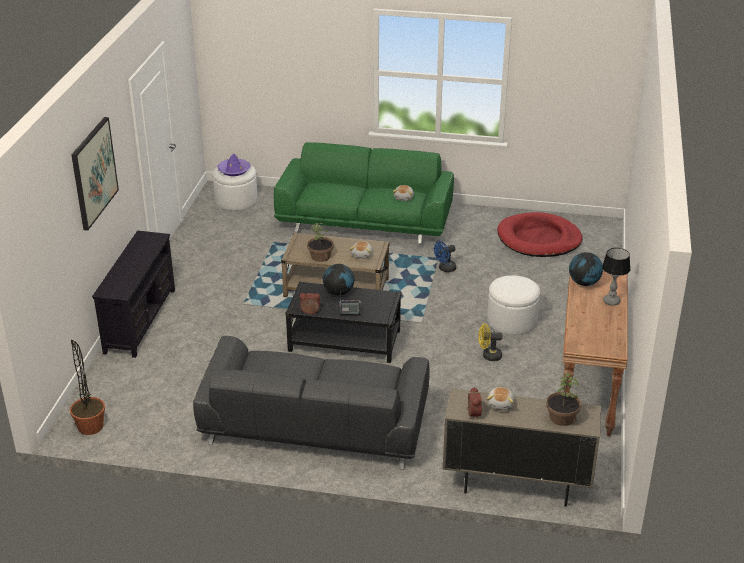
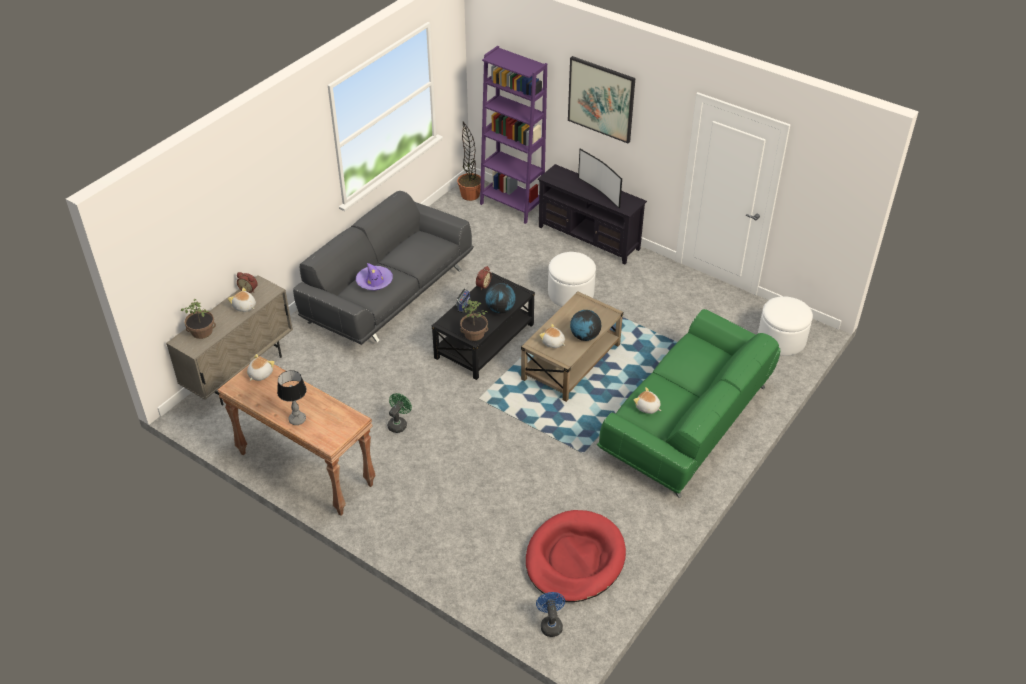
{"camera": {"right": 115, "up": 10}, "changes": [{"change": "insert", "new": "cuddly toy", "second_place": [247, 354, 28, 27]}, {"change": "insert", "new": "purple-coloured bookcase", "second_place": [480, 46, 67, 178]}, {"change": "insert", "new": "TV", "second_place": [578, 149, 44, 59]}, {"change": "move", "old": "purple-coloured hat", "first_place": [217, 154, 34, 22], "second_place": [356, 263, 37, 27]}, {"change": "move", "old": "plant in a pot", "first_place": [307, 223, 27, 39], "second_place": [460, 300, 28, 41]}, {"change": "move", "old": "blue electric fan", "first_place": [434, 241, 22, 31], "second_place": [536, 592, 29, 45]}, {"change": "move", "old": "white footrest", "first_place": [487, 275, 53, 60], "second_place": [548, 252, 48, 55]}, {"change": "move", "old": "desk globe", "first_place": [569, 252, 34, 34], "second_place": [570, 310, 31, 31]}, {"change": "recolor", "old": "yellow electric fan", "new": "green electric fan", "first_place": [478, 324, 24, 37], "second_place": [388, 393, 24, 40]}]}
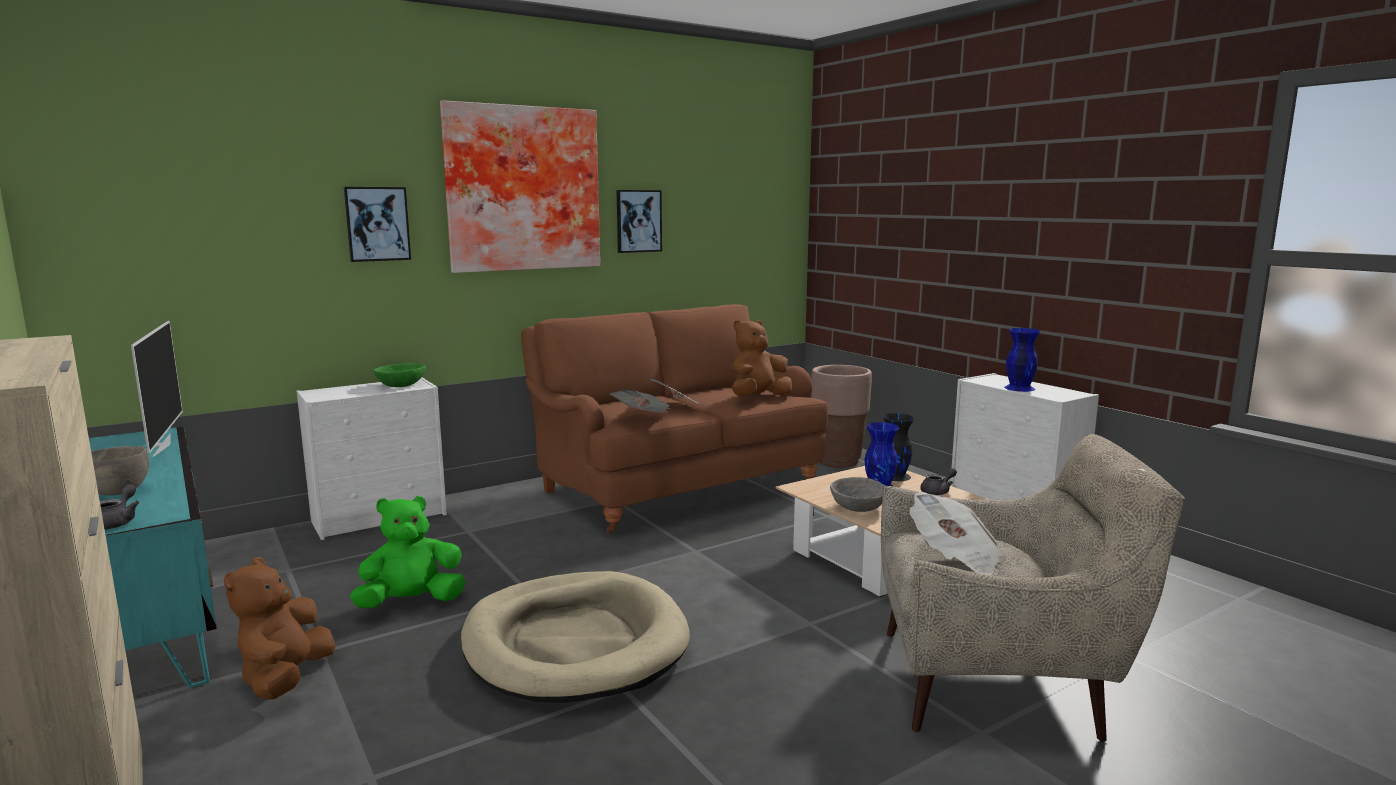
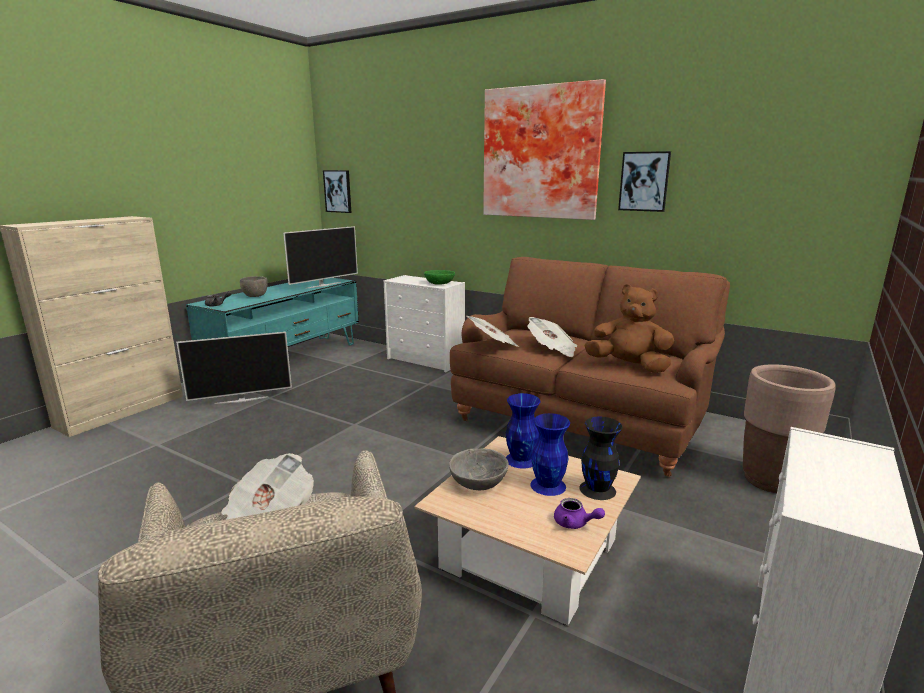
{"camera": {"right": 65, "up": 5}, "changes": [{"change": "delete", "old": "green cuddly toy", "first_place": [350, 496, 115, 112]}, {"change": "delete", "old": "sand-coloured dog bed", "first_place": [461, 571, 229, 132]}, {"change": "move", "old": "picture", "first_place": [344, 187, 67, 75], "second_place": [323, 170, 28, 43]}, {"change": "move", "old": "blue decorative vase", "first_place": [1004, 328, 36, 64], "second_place": [506, 393, 34, 75]}, {"change": "replace", "old": "brown-coloured cuddly toy", "new": "TV", "first_place": [224, 557, 112, 143], "second_place": [176, 332, 116, 72]}, {"change": "recolor", "old": "grey pot for tea", "new": "purple-coloured pot for tea", "first_place": [920, 468, 37, 27], "second_place": [554, 498, 51, 31]}]}
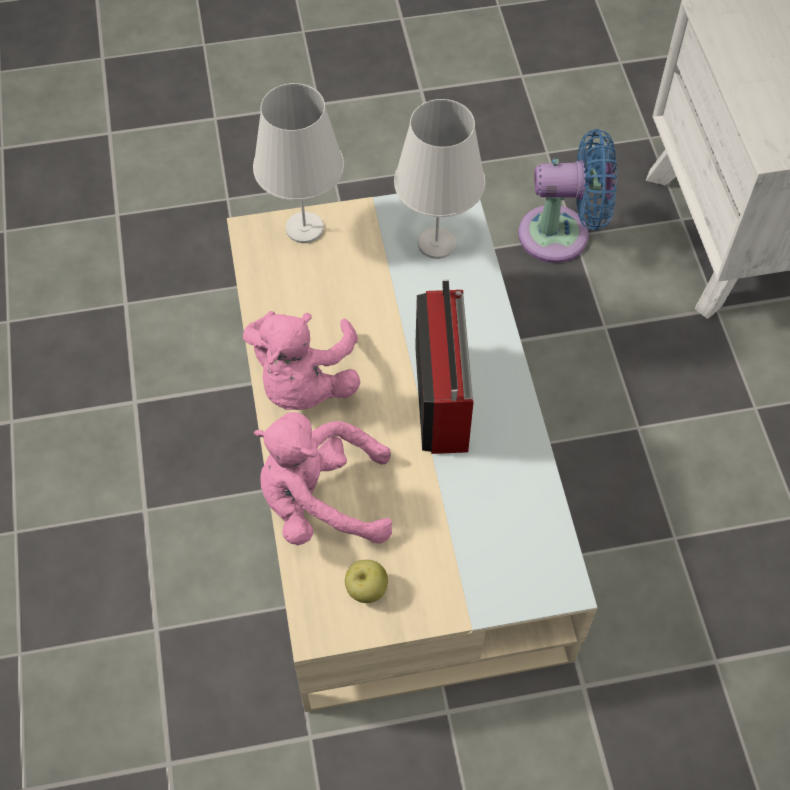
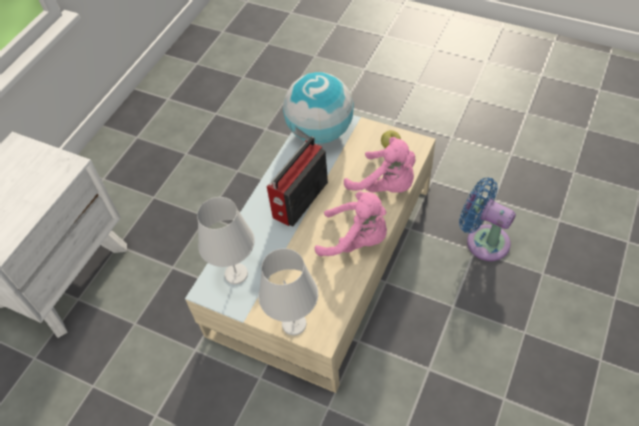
{"camera": {"right": -140, "up": -5}, "changes": [{"change": "insert", "new": "desk globe", "second_place": [283, 72, 71, 72]}, {"change": "move", "old": "blue electric fan", "first_place": [518, 129, 99, 134], "second_place": [459, 178, 57, 83]}, {"change": "rotate", "old": "pink cuddly toy", "first_place": [243, 311, 118, 99], "second_place": [315, 191, 72, 65], "degrees": 60}]}
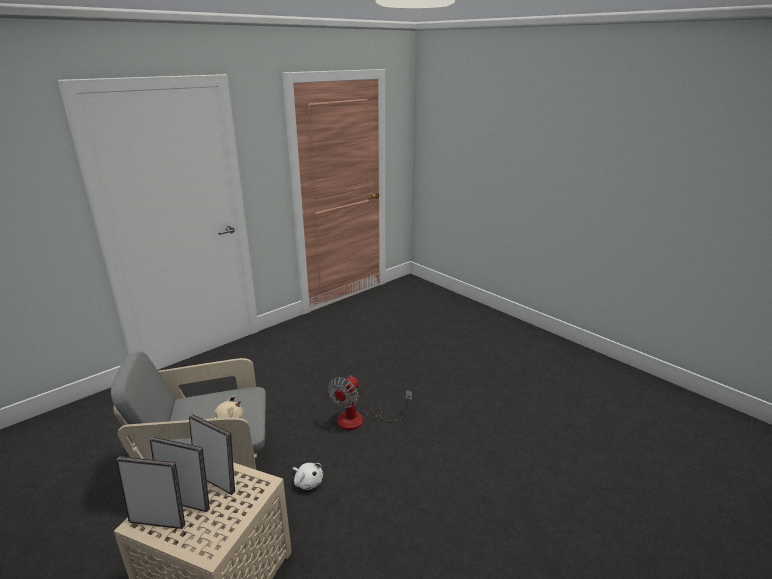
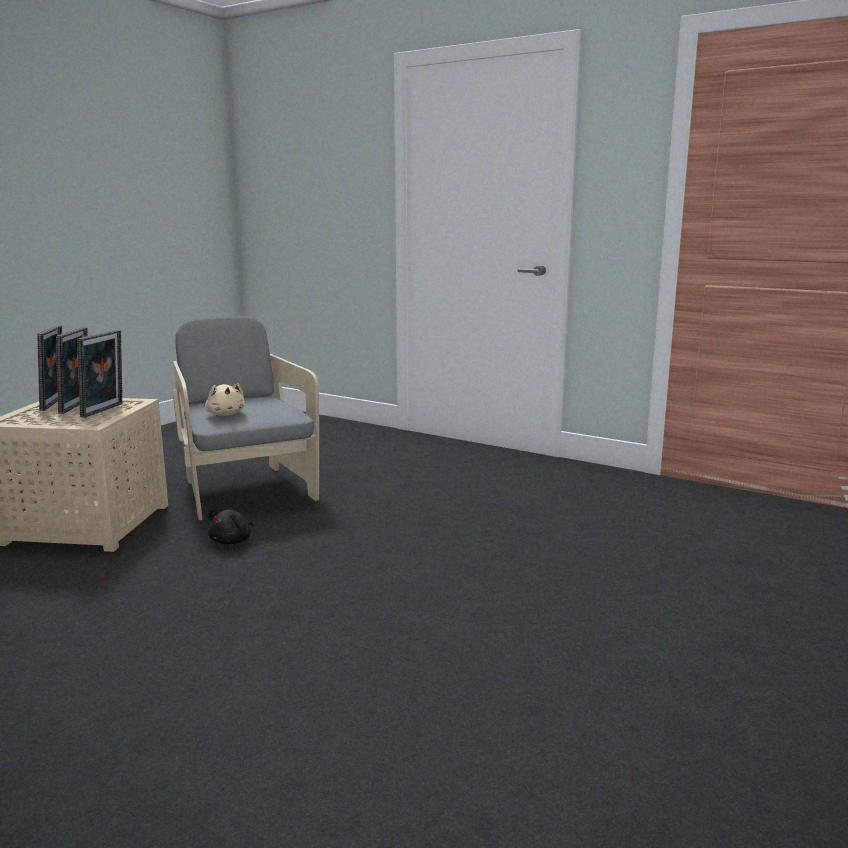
{"camera": {"right": 75, "up": -10}, "changes": [{"change": "delete", "old": "electric fan", "first_place": [328, 376, 84, 54]}, {"change": "recolor", "old": "white cuddly toy", "new": "black-coloured cuddly toy", "first_place": [293, 463, 30, 27], "second_place": [208, 509, 45, 35]}]}
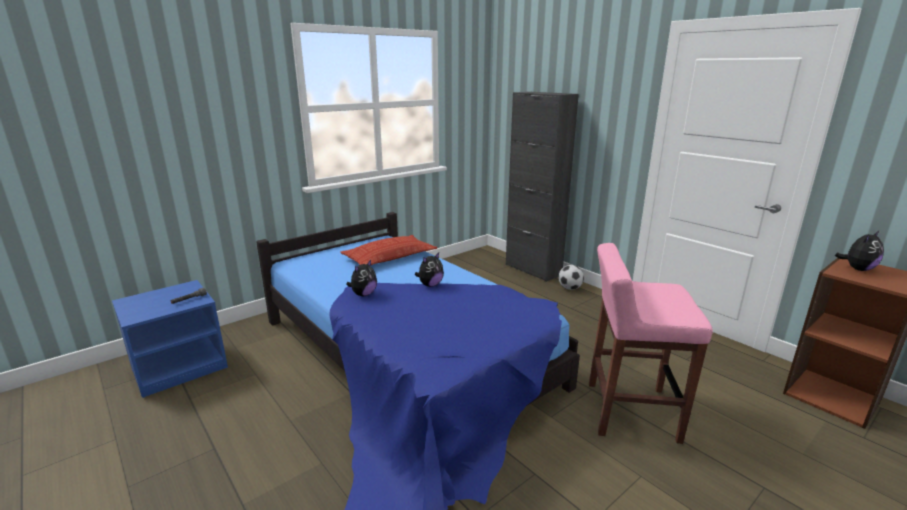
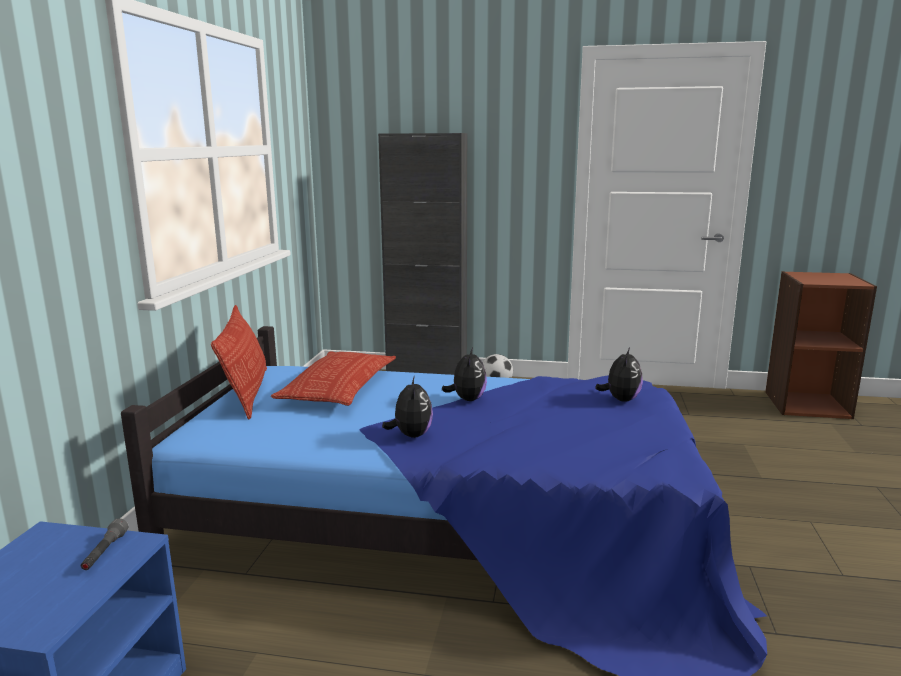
{"camera": {"right": -40, "up": -5}, "changes": [{"change": "delete", "old": "pink sitting stool", "first_place": [589, 243, 124, 201]}, {"change": "insert", "new": "cushion", "second_place": [211, 305, 56, 115]}, {"change": "move", "old": "cuddly toy", "first_place": [835, 231, 49, 40], "second_place": [595, 348, 48, 54]}]}
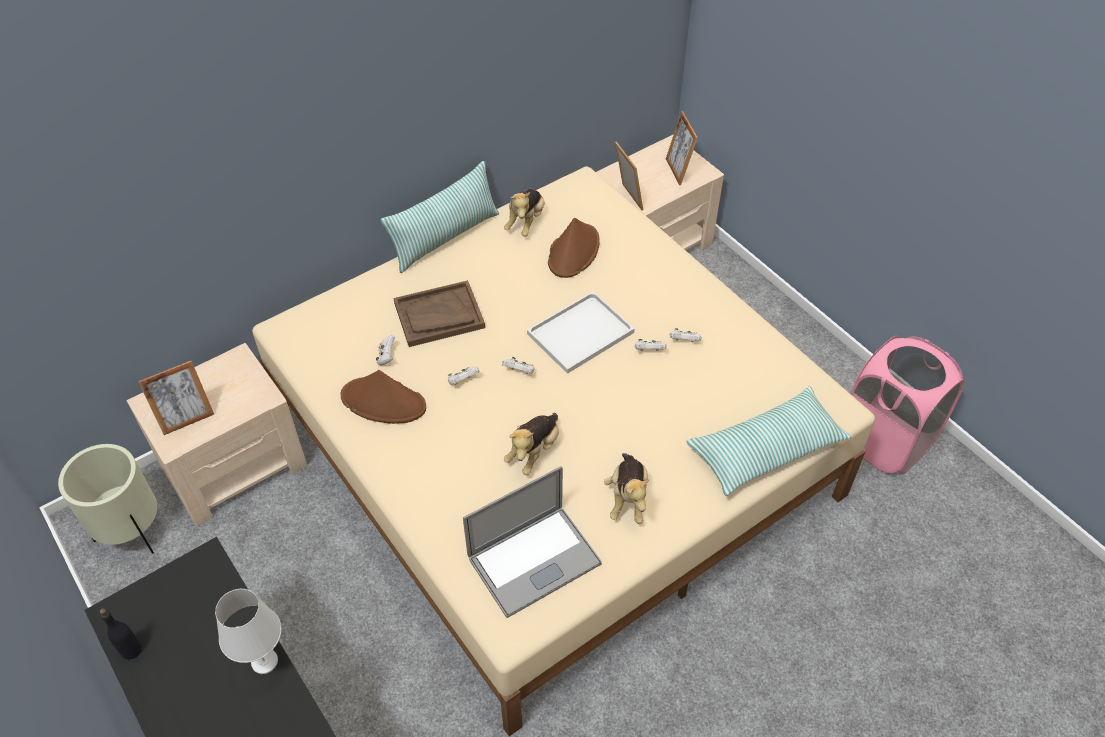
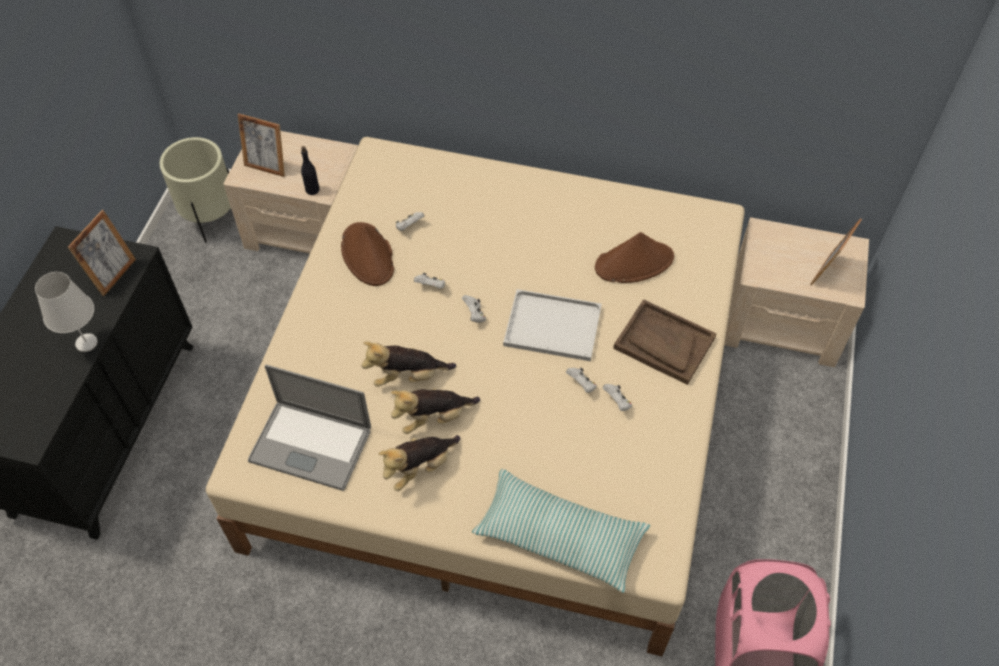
{"camera": {"right": 50, "up": 5}, "changes": [{"change": "delete", "old": "cushion", "first_place": [381, 161, 118, 112]}, {"change": "move", "old": "black-coloured beverage bottle", "first_place": [100, 608, 42, 52], "second_place": [301, 146, 18, 49]}, {"change": "move", "old": "brown-coloured carrying tray", "first_place": [393, 280, 92, 67], "second_place": [613, 299, 103, 86]}, {"change": "move", "old": "cuddly toy", "first_place": [504, 189, 41, 48], "second_place": [391, 388, 89, 46]}, {"change": "move", "old": "standing frame", "first_place": [615, 141, 28, 70], "second_place": [68, 210, 68, 86]}]}
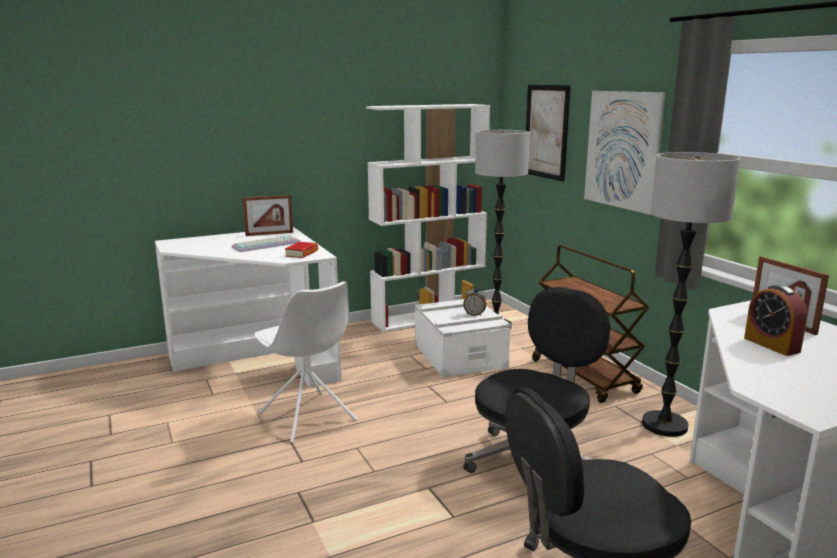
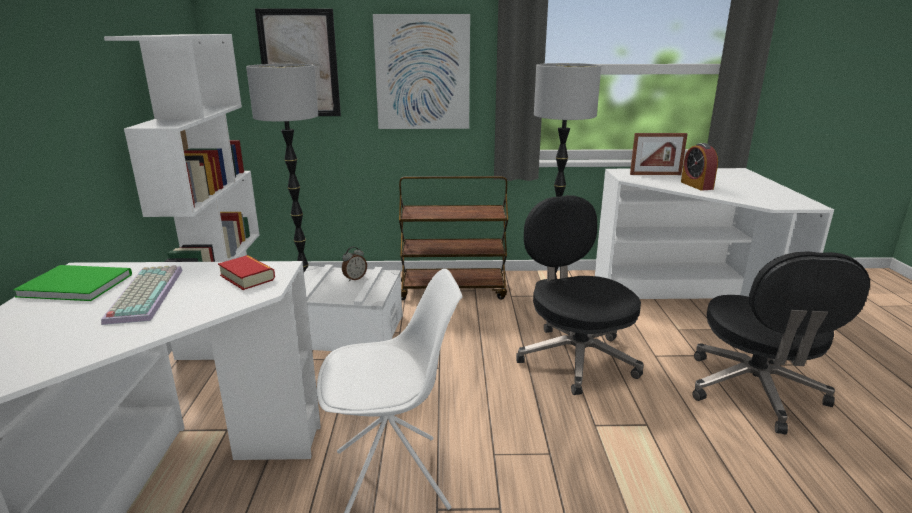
{"camera": {"right": -65, "up": 5}, "changes": [{"change": "replace", "old": "standing frame", "new": "green bound book", "first_place": [243, 195, 50, 41], "second_place": [13, 265, 119, 36]}, {"change": "rotate", "old": "bedside clock", "first_place": [744, 285, 63, 71], "second_place": [681, 143, 37, 48], "degrees": 75}]}
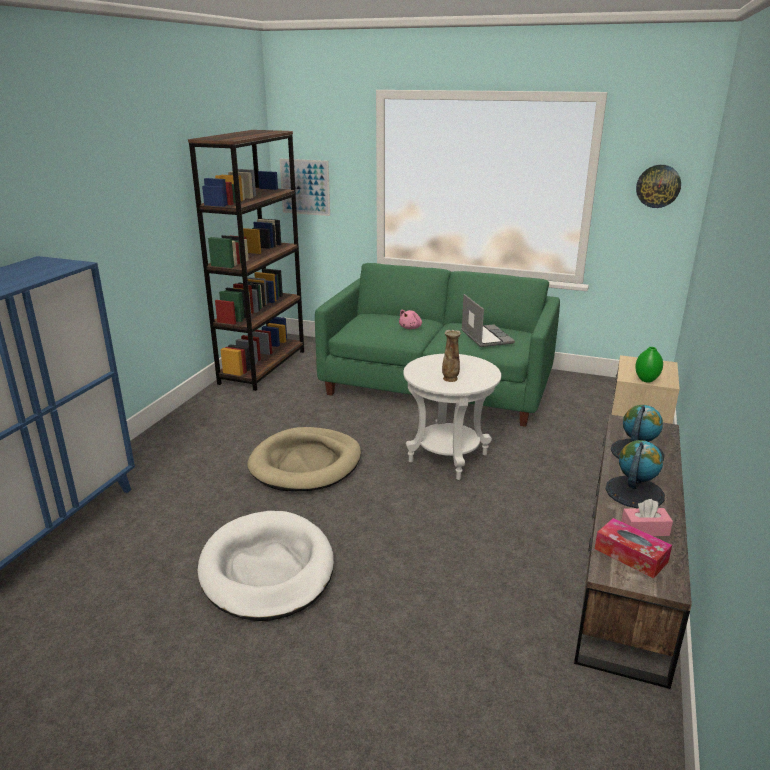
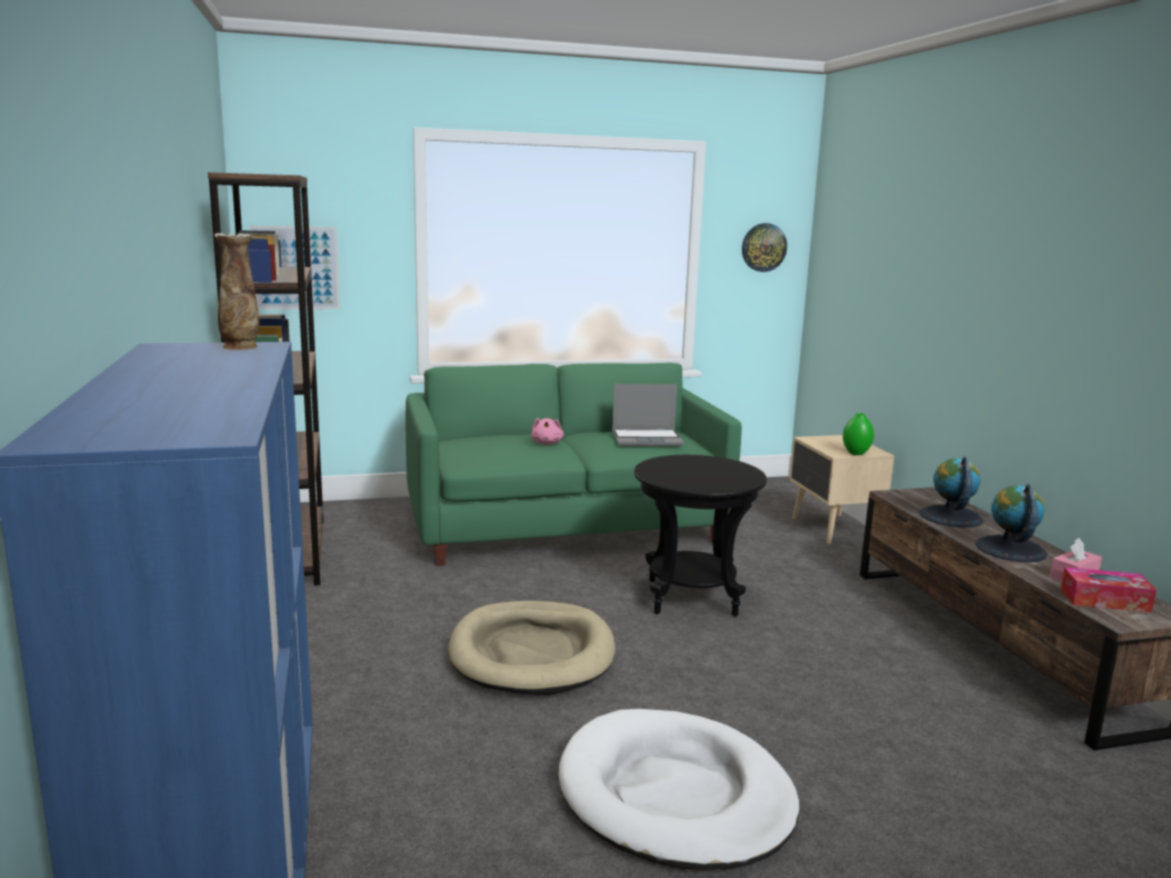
{"camera": {"right": -35, "up": -10}, "changes": [{"change": "move", "old": "decorative vase", "first_place": [442, 330, 19, 52], "second_place": [214, 233, 46, 117]}, {"change": "recolor", "old": "white side table", "new": "black-coloured side table", "first_place": [403, 354, 98, 126], "second_place": [634, 455, 133, 162]}, {"change": "rotate", "old": "laptop", "first_place": [461, 294, 54, 53], "second_place": [612, 384, 72, 62], "degrees": 135}]}
